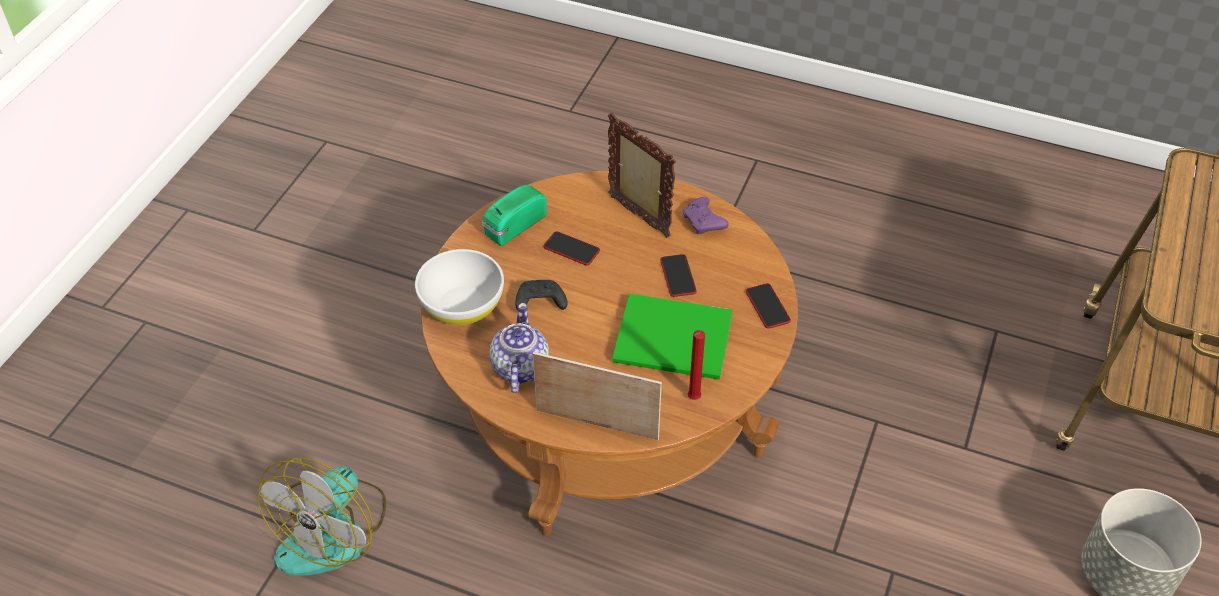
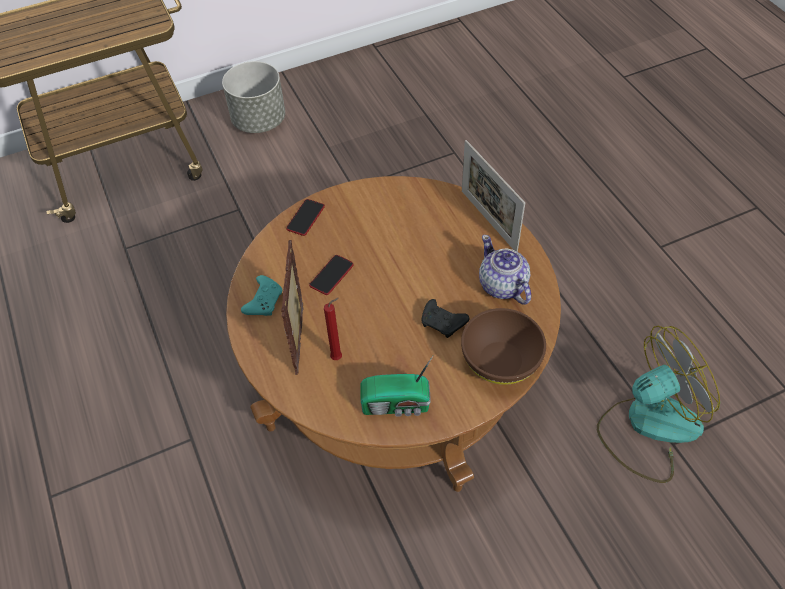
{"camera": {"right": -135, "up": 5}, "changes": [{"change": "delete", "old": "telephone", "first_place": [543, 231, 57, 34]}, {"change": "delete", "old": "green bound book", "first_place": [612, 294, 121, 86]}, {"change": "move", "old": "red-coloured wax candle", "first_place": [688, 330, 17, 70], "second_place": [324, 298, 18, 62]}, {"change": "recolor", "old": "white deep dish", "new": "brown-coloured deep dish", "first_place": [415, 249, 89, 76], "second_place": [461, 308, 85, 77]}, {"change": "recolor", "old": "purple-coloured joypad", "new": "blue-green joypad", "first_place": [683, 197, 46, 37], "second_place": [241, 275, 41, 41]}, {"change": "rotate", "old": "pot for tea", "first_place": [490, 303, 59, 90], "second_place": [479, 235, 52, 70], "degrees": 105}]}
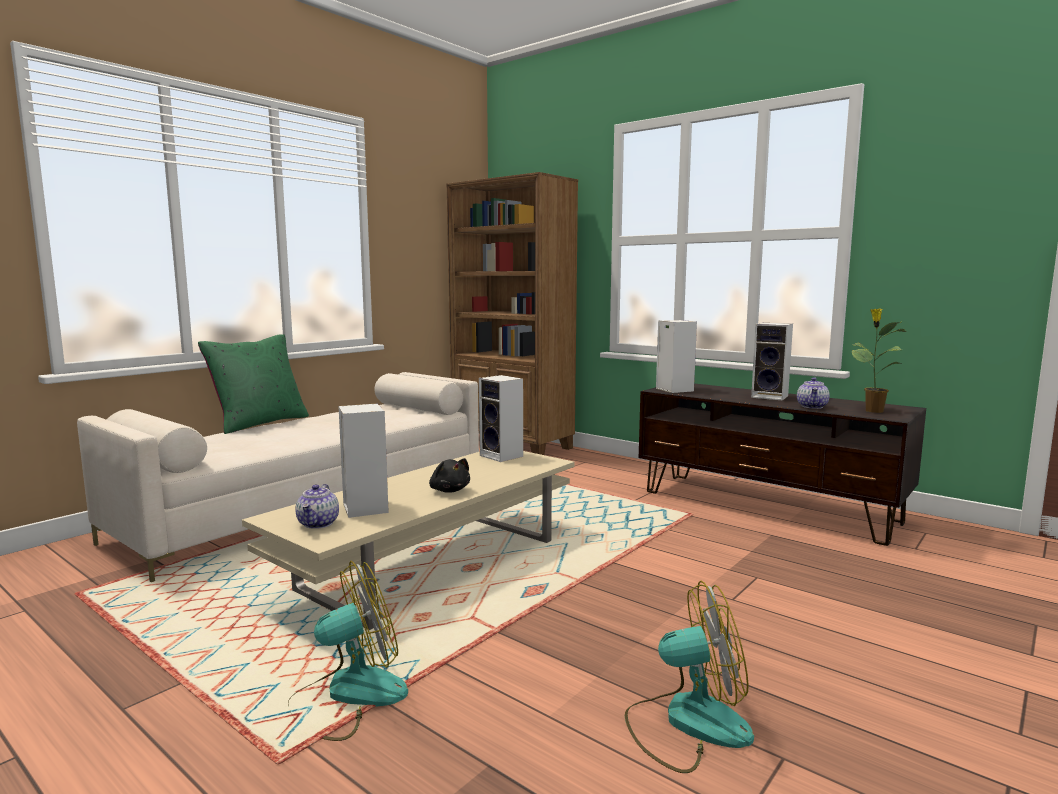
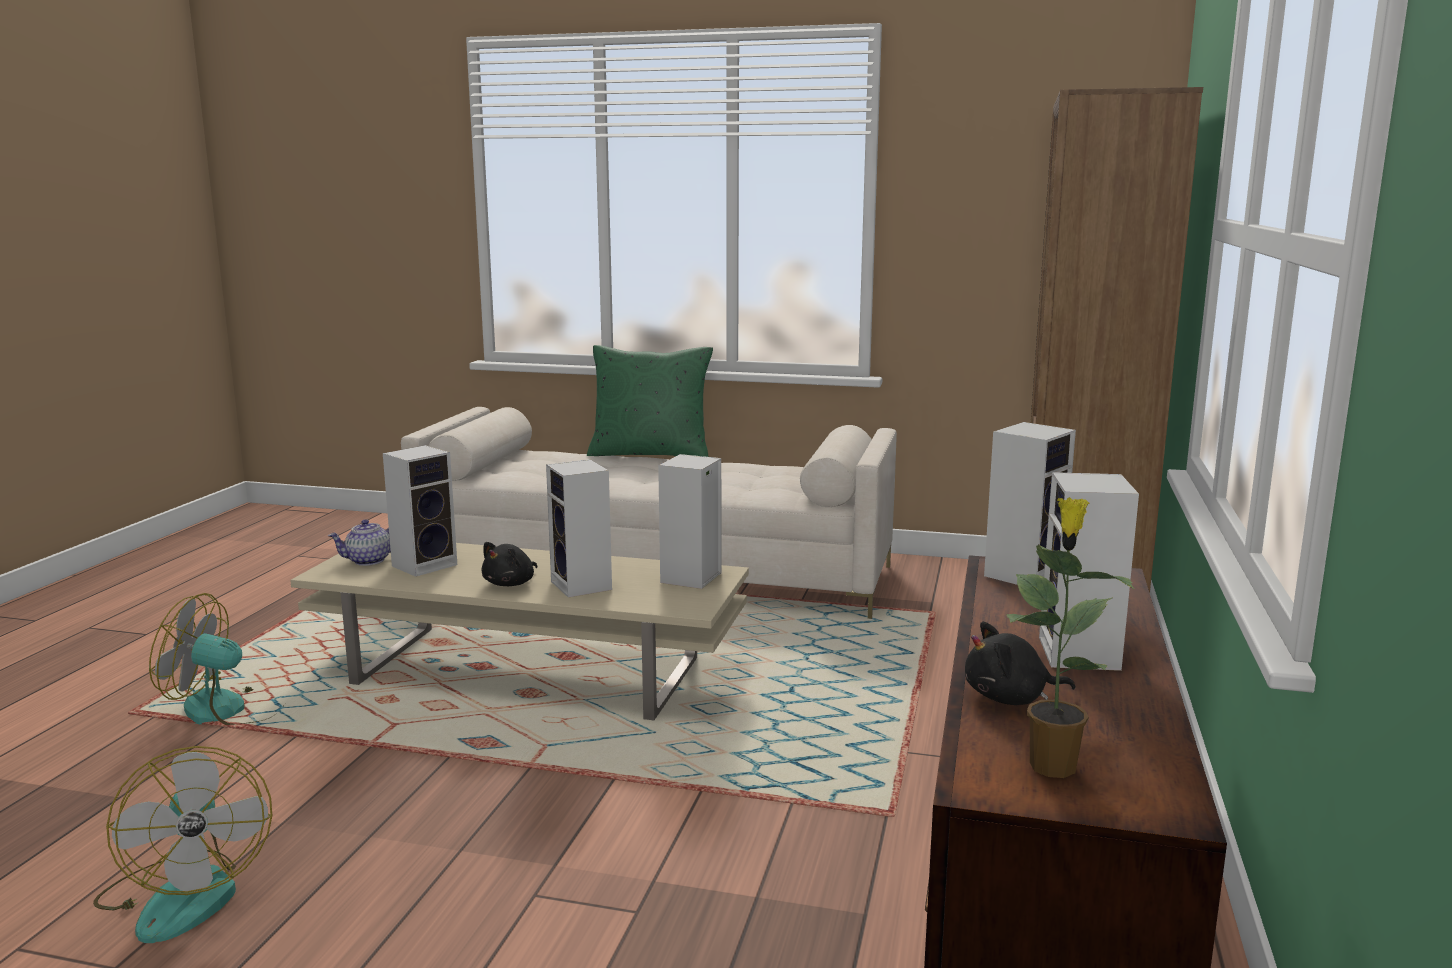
{"camera": {"right": 65, "up": 5}, "changes": [{"change": "insert", "new": "loudspeaker", "second_place": [546, 459, 66, 139]}, {"change": "replace", "old": "pot for tea", "new": "black-coloured cuddly toy", "first_place": [797, 377, 33, 32], "second_place": [965, 622, 110, 83]}, {"change": "rotate", "old": "electric fan", "first_place": [288, 561, 120, 180], "second_place": [149, 593, 133, 132], "degrees": 150}]}
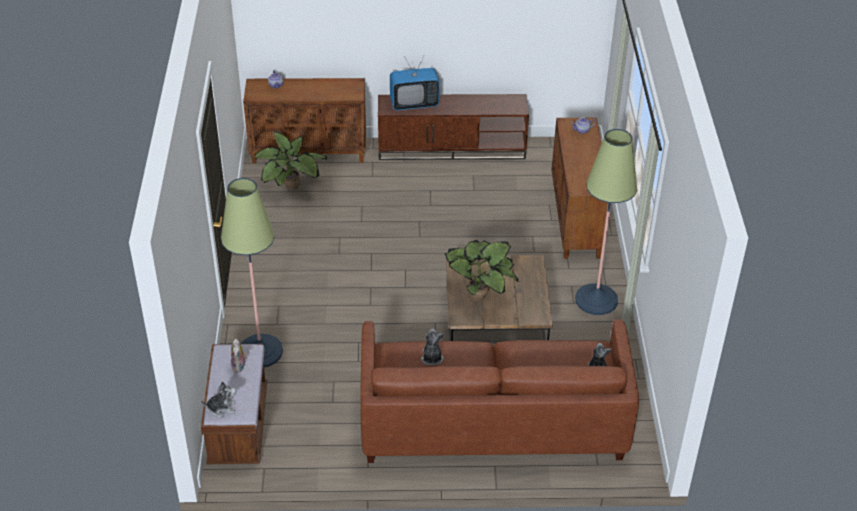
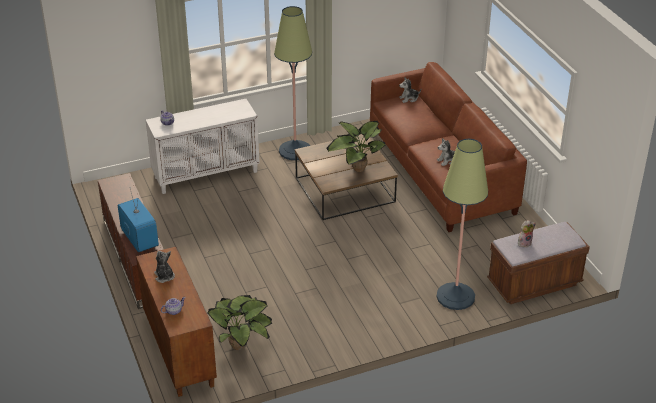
{"camera": {"right": -110, "up": -5}, "changes": [{"change": "move", "old": "cuddly toy", "first_place": [201, 381, 35, 36], "second_place": [154, 251, 21, 32]}, {"change": "recolor", "old": "brown-coloured cupboard", "new": "white cupboard", "first_place": [551, 118, 57, 141], "second_place": [146, 99, 114, 95]}]}
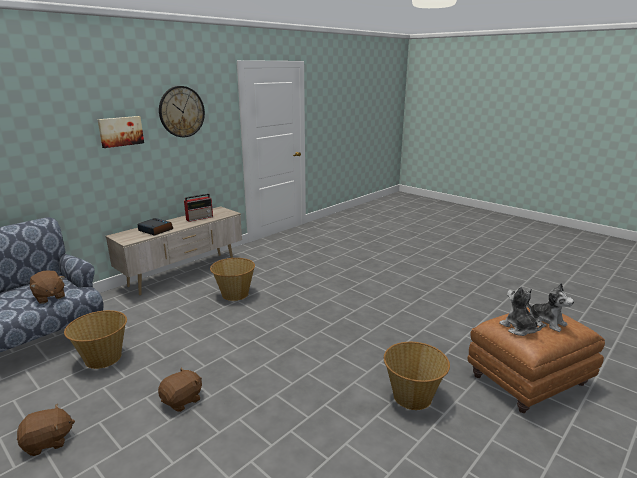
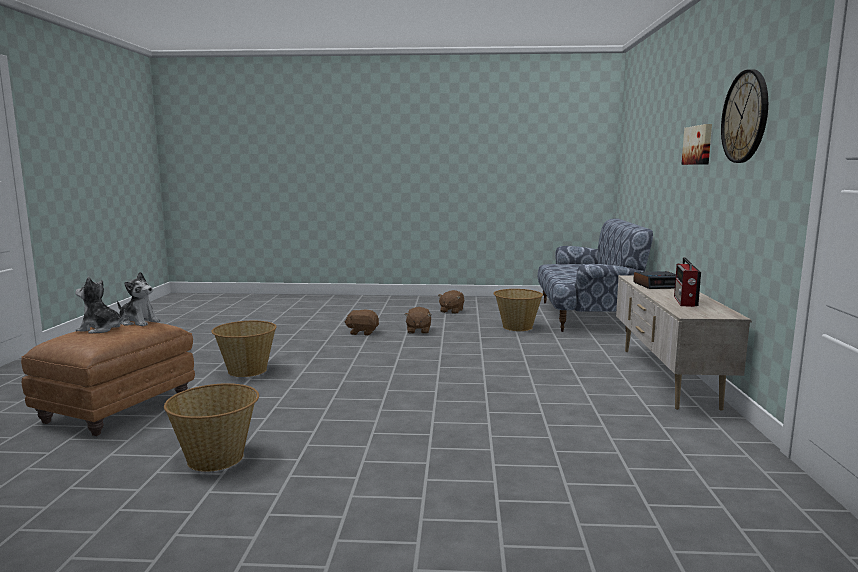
{"camera": {"right": 140, "up": -10}, "changes": [{"change": "move", "old": "brown-coloured cuddly toy", "first_place": [30, 271, 35, 33], "second_place": [344, 310, 35, 26]}, {"change": "move", "old": "storage basket", "first_place": [210, 258, 45, 43], "second_place": [164, 383, 95, 89]}]}
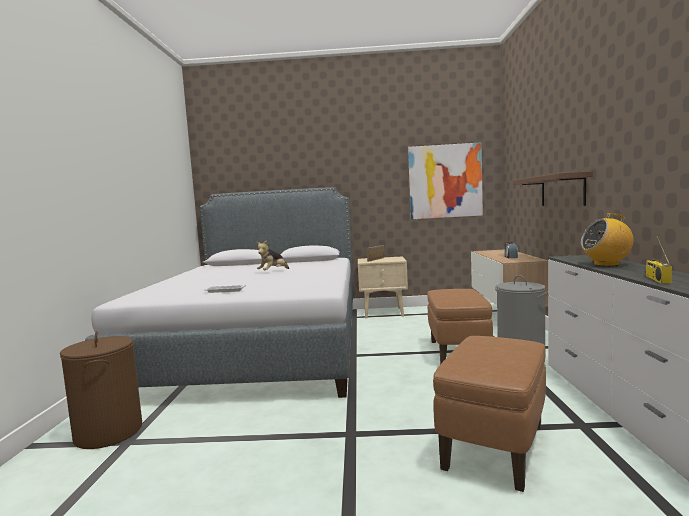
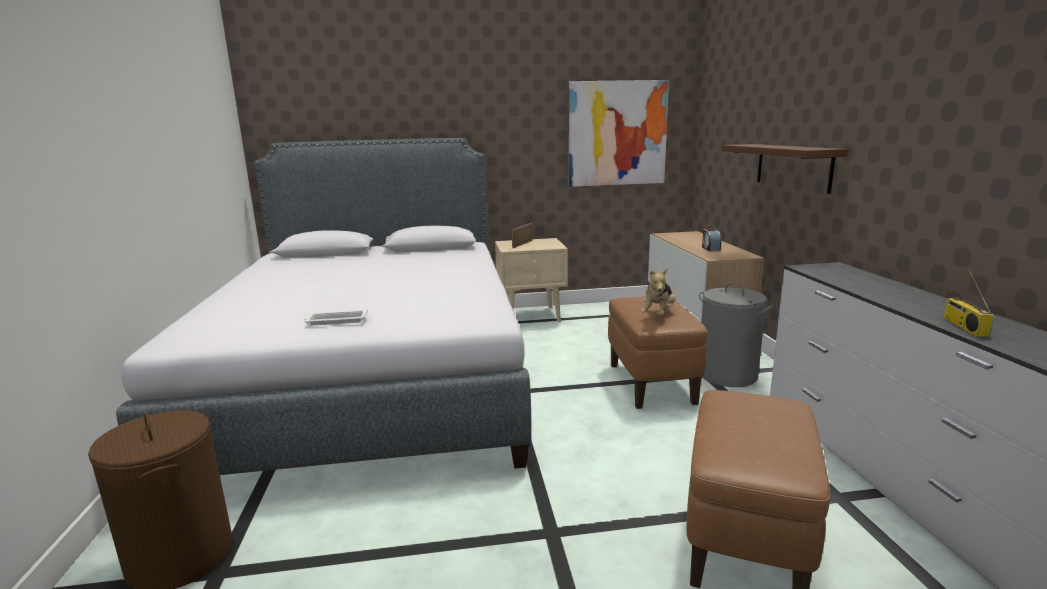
{"camera": {"right": -10, "up": 10}, "changes": [{"change": "delete", "old": "radio set", "first_place": [581, 213, 53, 53]}, {"change": "move", "old": "cuddly toy", "first_place": [256, 240, 33, 30], "second_place": [640, 269, 35, 47]}]}
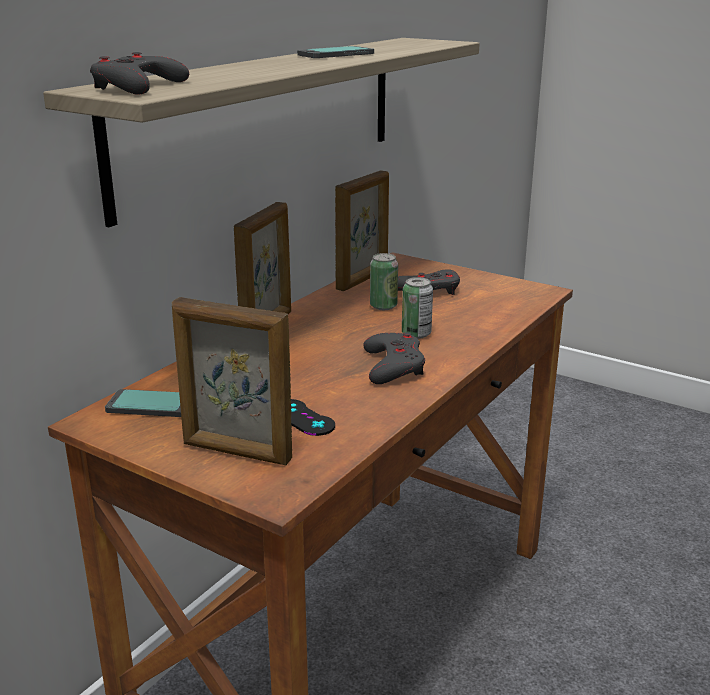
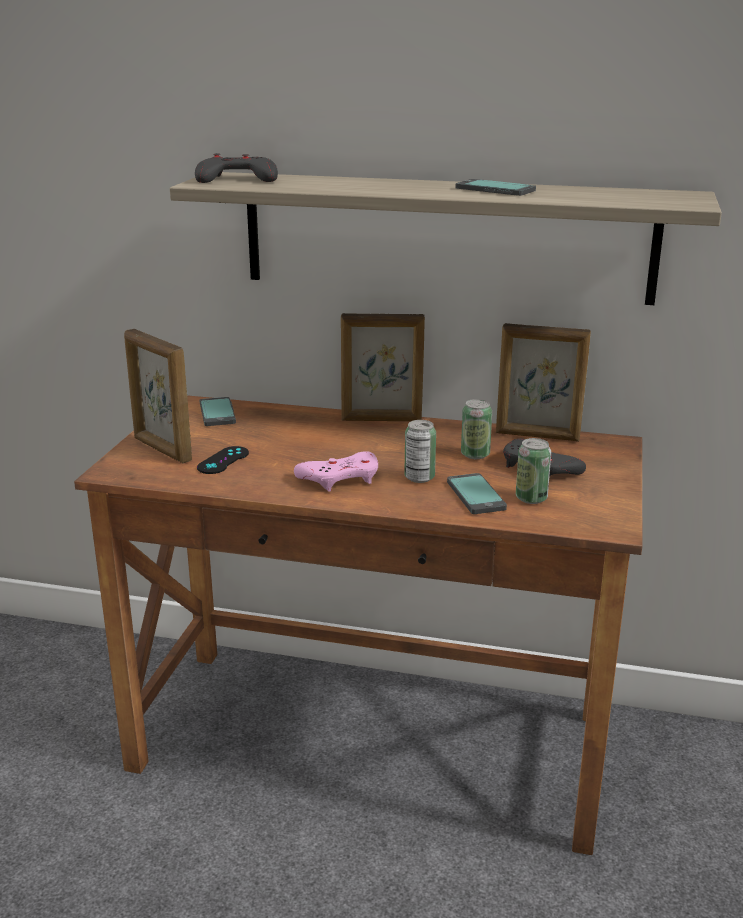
{"camera": {"right": 70, "up": 0}, "changes": [{"change": "insert", "new": "telephone", "second_place": [447, 473, 60, 41]}, {"change": "insert", "new": "sealed can", "second_place": [516, 438, 35, 66]}, {"change": "recolor", "old": "grey joypad", "new": "pink joypad", "first_place": [363, 332, 62, 52], "second_place": [294, 452, 84, 40]}, {"change": "rotate", "old": "standing frame", "first_place": [172, 297, 120, 169], "second_place": [124, 329, 68, 134], "degrees": -45}]}
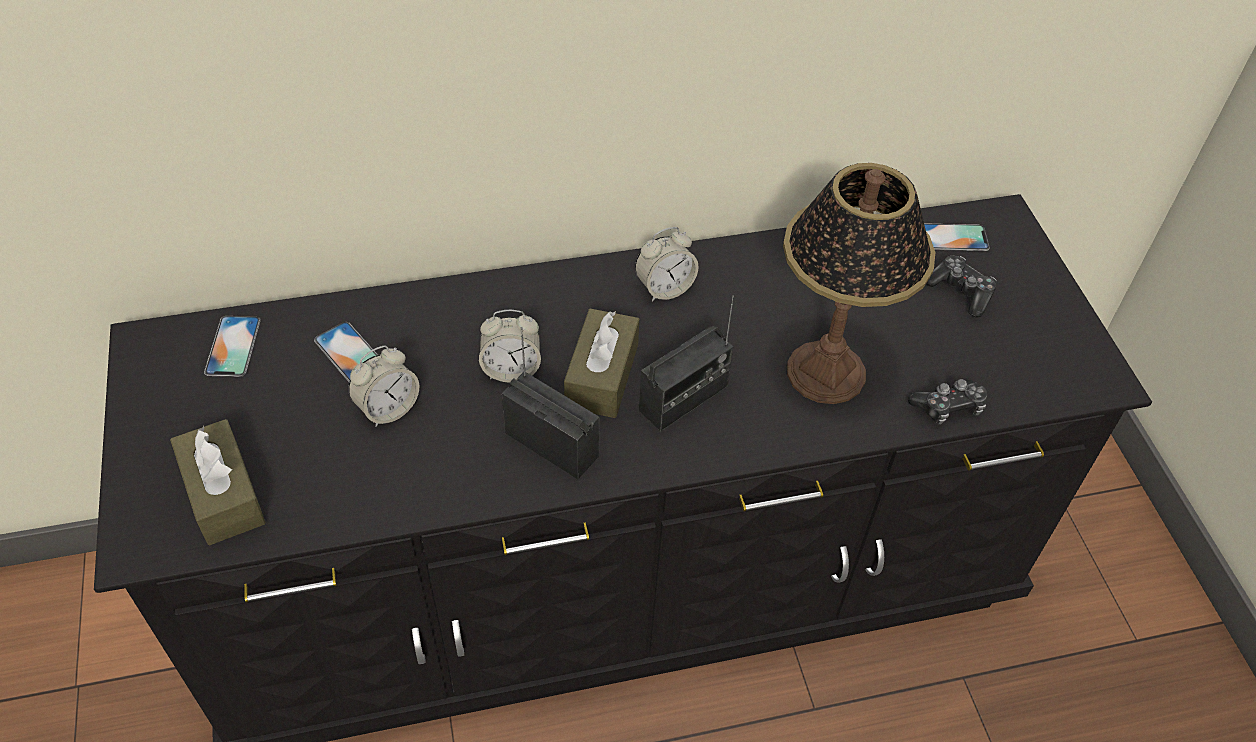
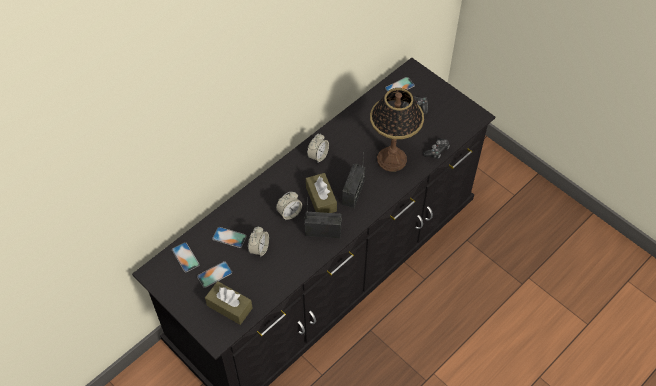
{"camera": {"right": -30, "up": 5}, "changes": [{"change": "insert", "new": "telephone", "second_place": [197, 261, 35, 27]}]}
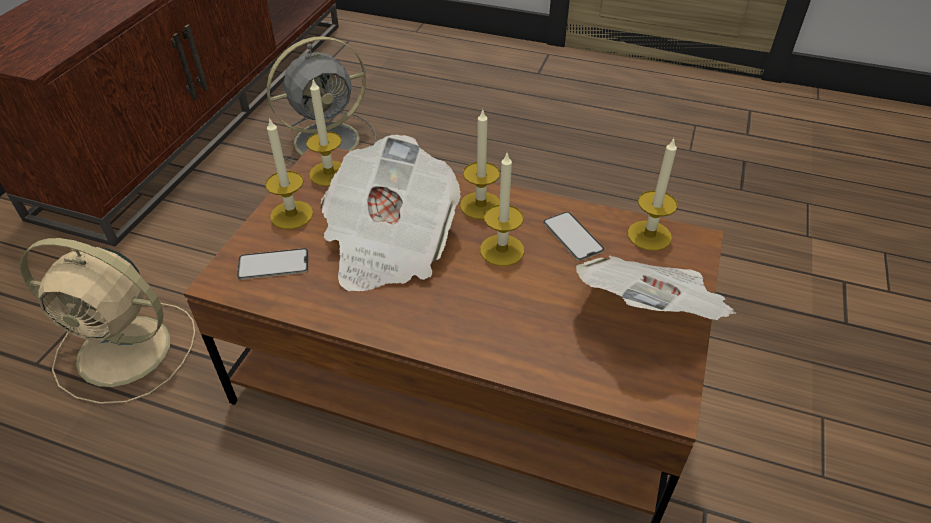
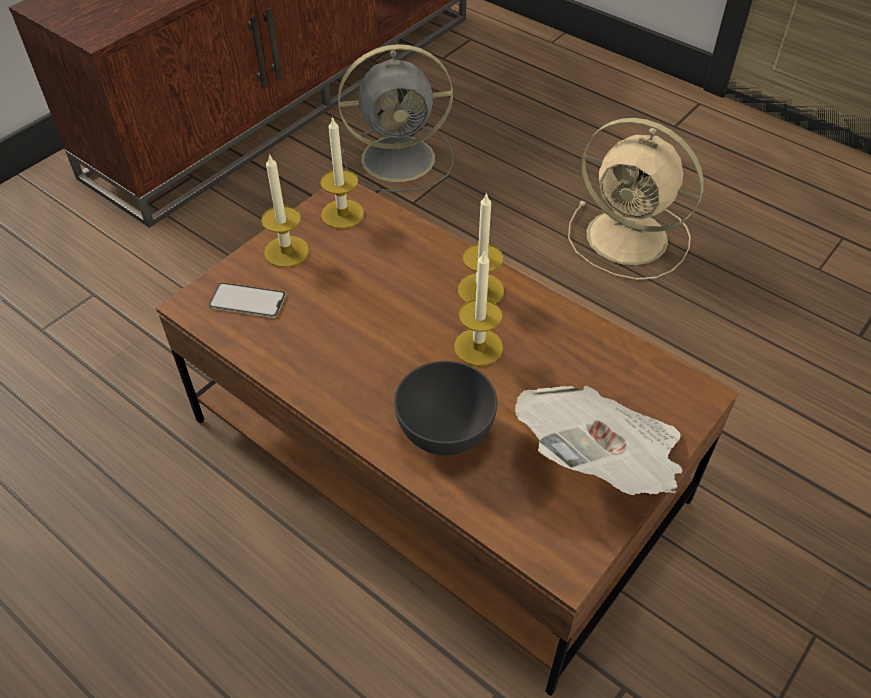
{"camera": {"right": 20, "up": 5}, "changes": [{"change": "delete", "old": "newspaper", "first_place": [321, 135, 140, 156]}, {"change": "delete", "old": "telephone", "first_place": [543, 212, 62, 49]}, {"change": "delete", "old": "wax candle", "first_place": [627, 139, 51, 112]}, {"change": "insert", "new": "grey deep dish", "second_place": [394, 361, 103, 94]}, {"change": "move", "old": "sand-coloured electric fan", "first_place": [20, 238, 176, 166], "second_place": [568, 118, 136, 162]}]}
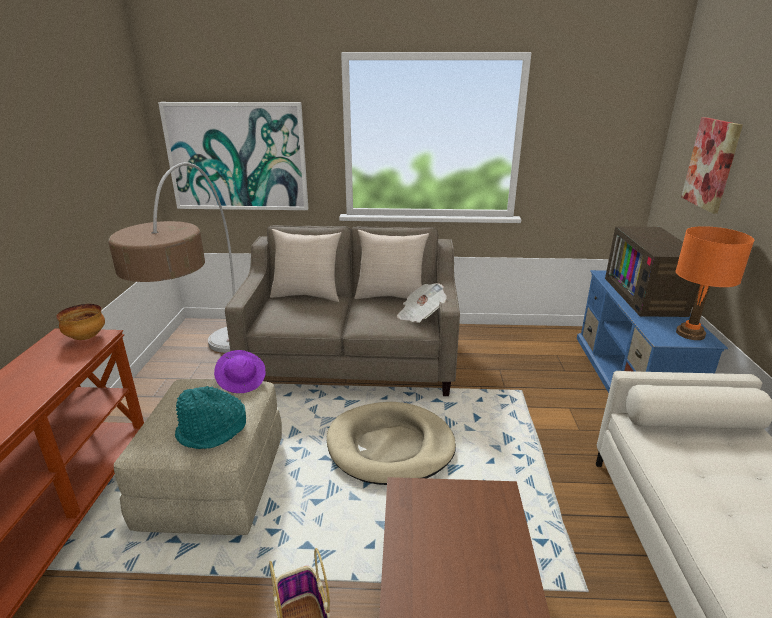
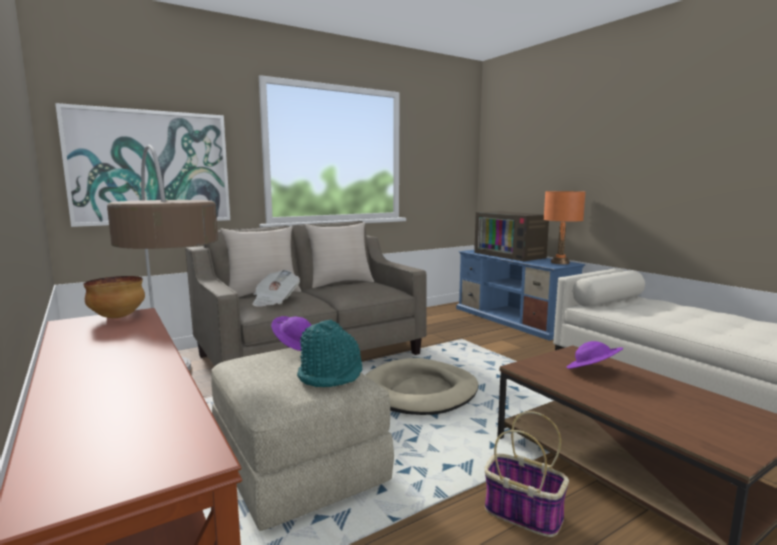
{"camera": {"right": -35, "up": -15}, "changes": [{"change": "delete", "old": "picture", "first_place": [681, 117, 62, 97]}, {"change": "insert", "new": "purple-coloured hat", "second_place": [567, 341, 56, 28]}, {"change": "move", "old": "newspaper", "first_place": [397, 283, 50, 40], "second_place": [252, 270, 48, 37]}]}
